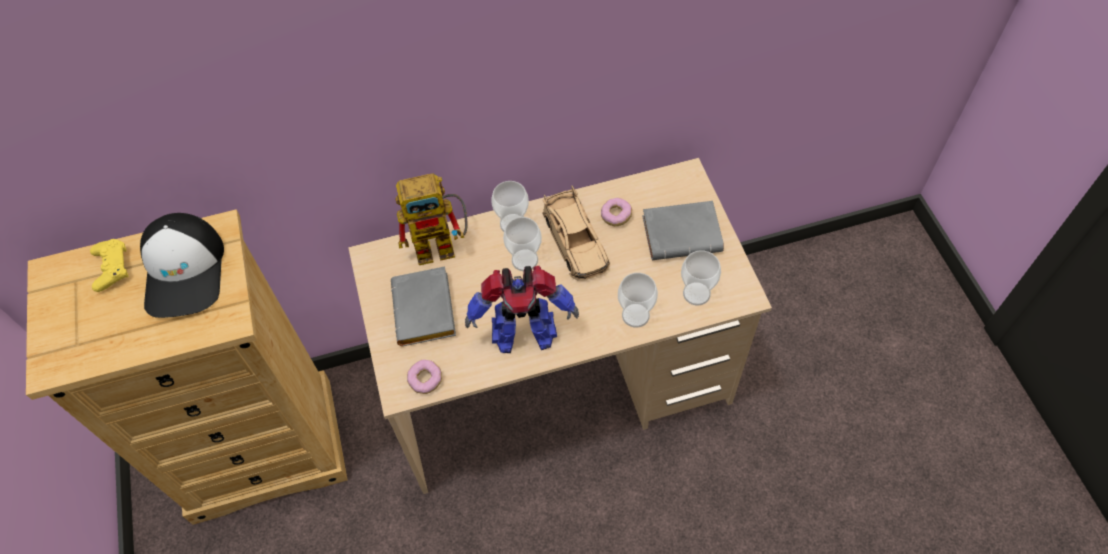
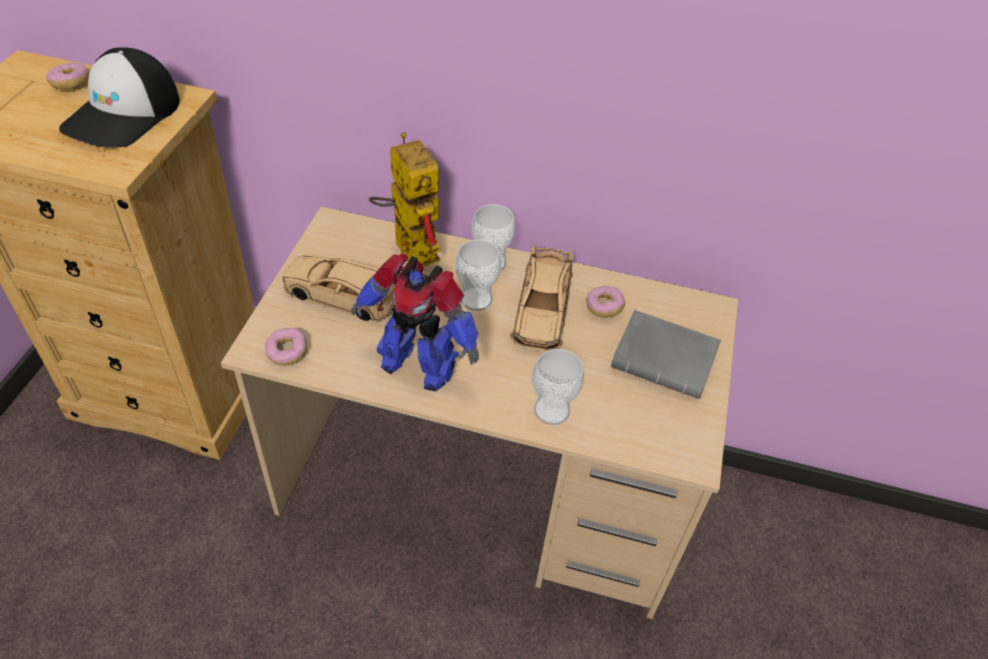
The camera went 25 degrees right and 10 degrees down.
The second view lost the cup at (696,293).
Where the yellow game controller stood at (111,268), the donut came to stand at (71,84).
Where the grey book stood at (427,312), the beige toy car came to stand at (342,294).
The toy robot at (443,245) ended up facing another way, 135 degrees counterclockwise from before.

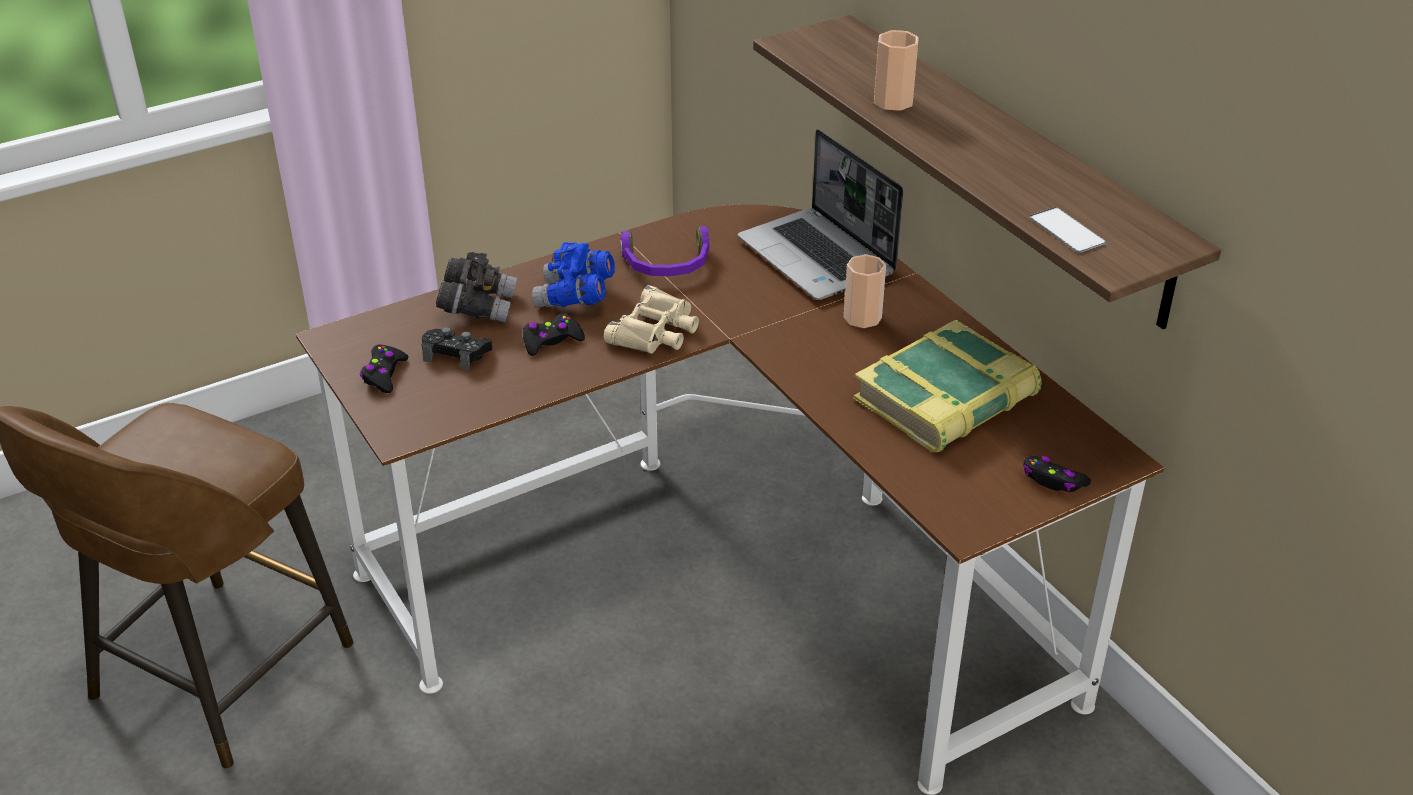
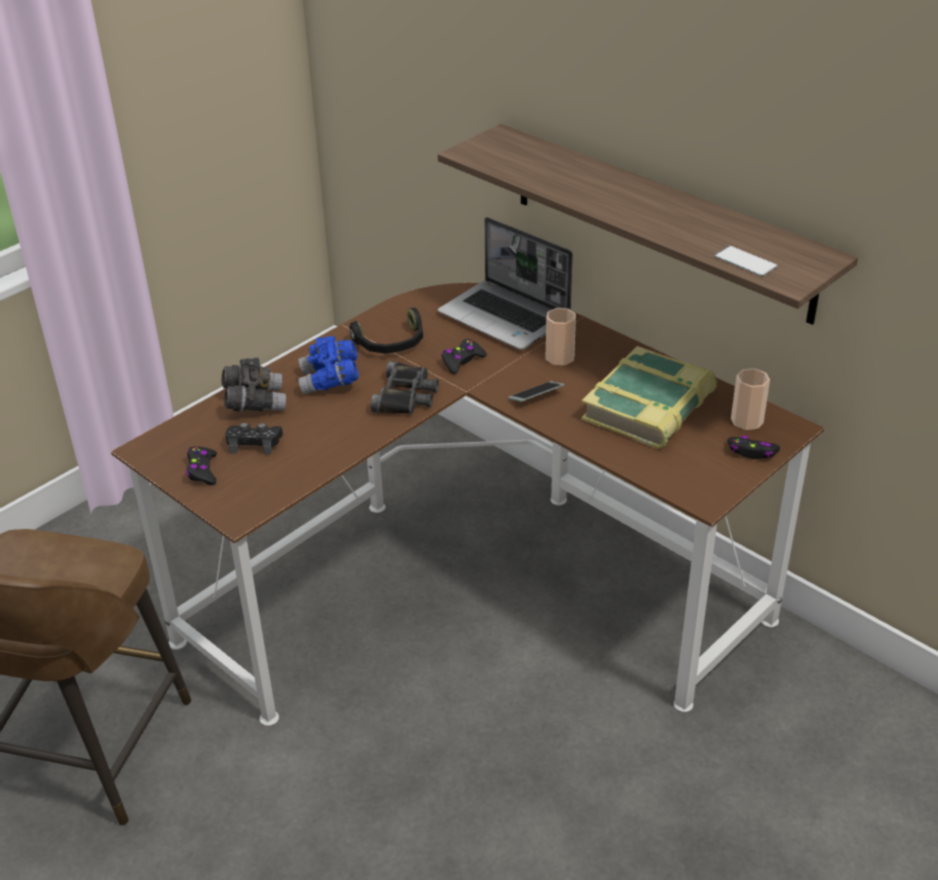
The camera went 15 degrees left and 0 degrees up.
The second view gained the phone at (536,396).
The black game controller ended up elsewhere, having gone from (551,341) to (462,361).
The cup ended up elsewhere, having gone from (893,101) to (747,420).
What was the beige binoculars at (656,331) turned into the black binoculars at (406,396).
What was the purple headphones at (667,265) turned into the black headphones at (391,343).

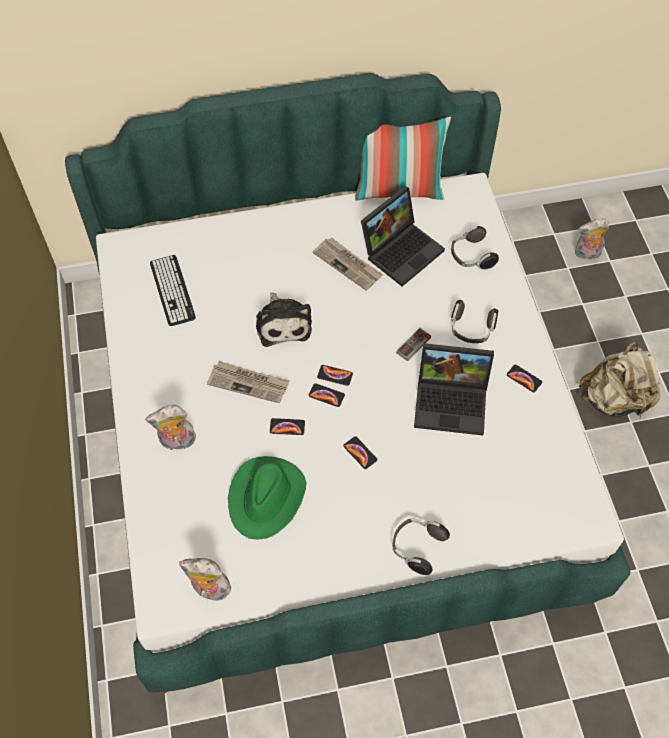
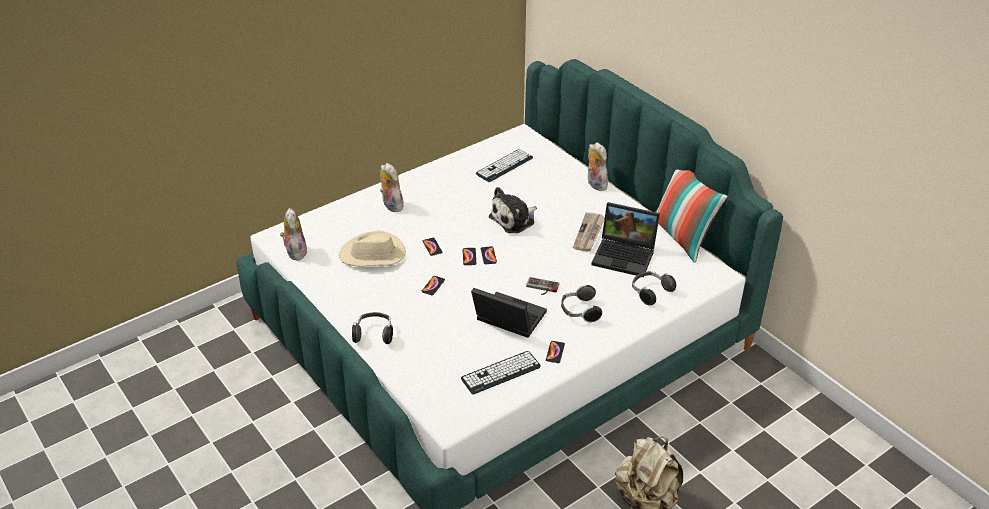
The camera went 65 degrees right and 20 degrees down.
The second view lost the newspaper at (249,383).
The second view gained the keyboard at (501,373).
The plush toy ended up elsewhere, having gone from (586,254) to (595,184).
What was the green hat at (266,498) turned into the beige hat at (373,255).
The laptop at (452,401) ended up facing another way, 135 degrees clockwise from before.

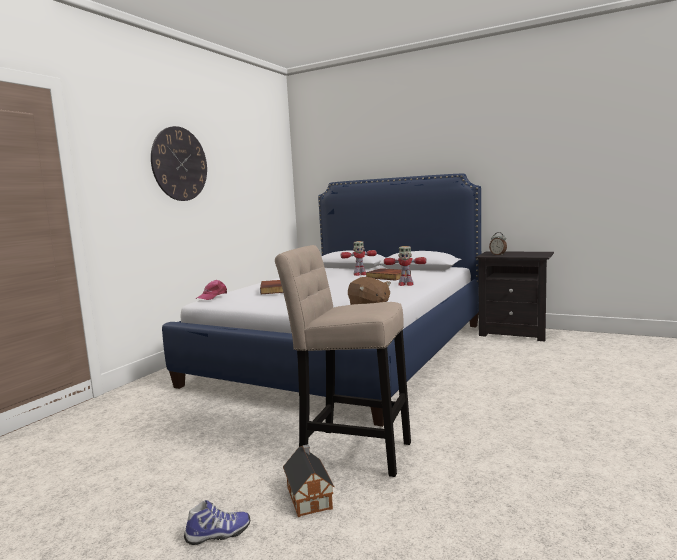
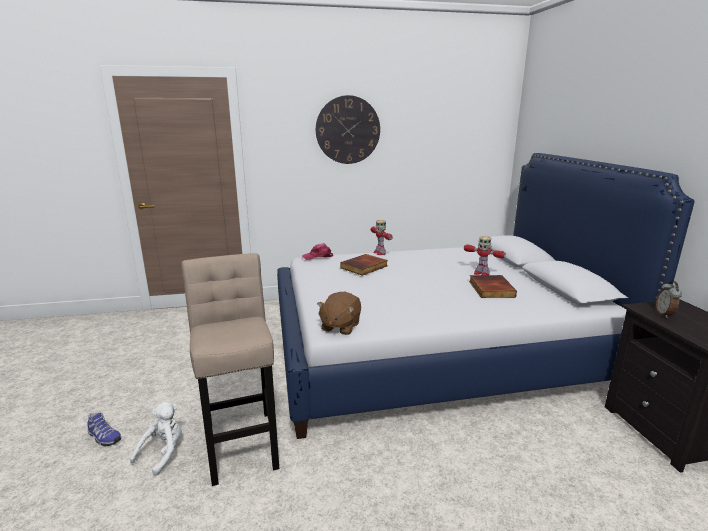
The camera went 50 degrees right and 10 degrees up.
The toy robot ended up elsewhere, having gone from (405,284) to (379,253).
Where the toy house stood at (309,496), the white plush toy came to stand at (163,453).

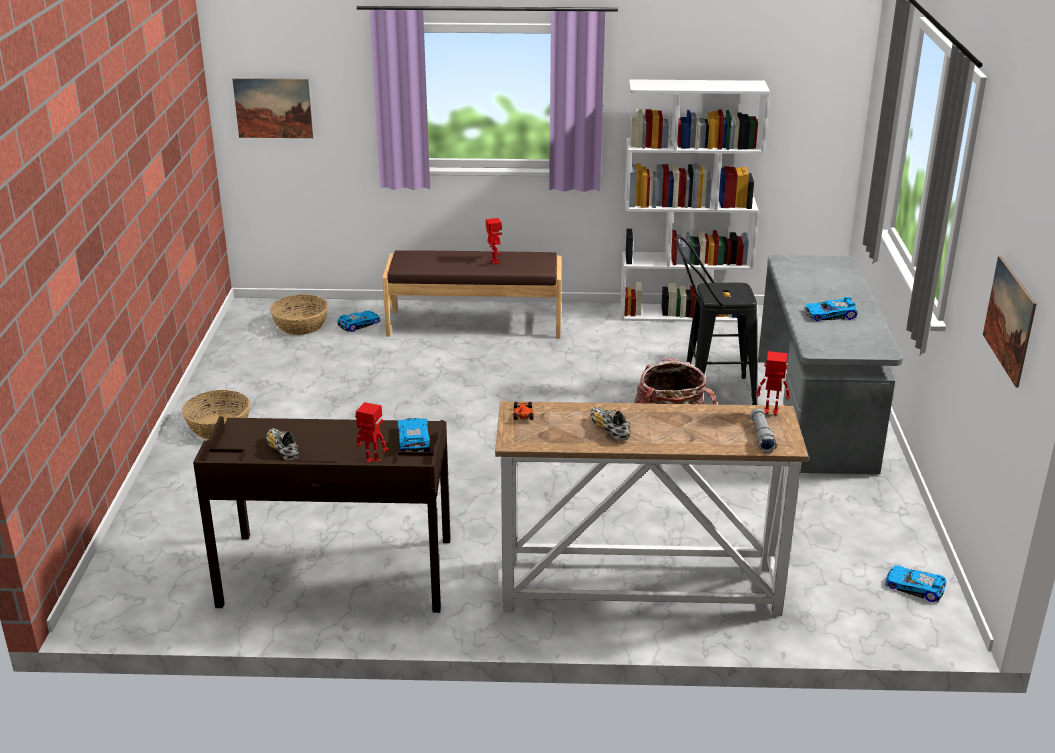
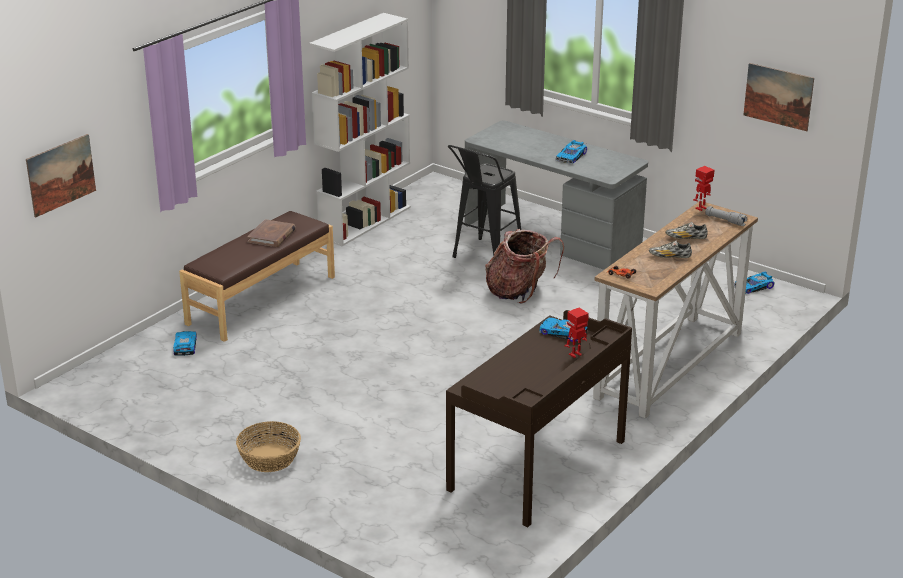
The camera went 55 degrees left and 0 degrees up.
The second view lost the basket at (300,325).
The shoe ended up elsewhere, having gone from (282,450) to (686,238).
Where the toy robot stood at (494,262), the brown book came to stand at (272,236).

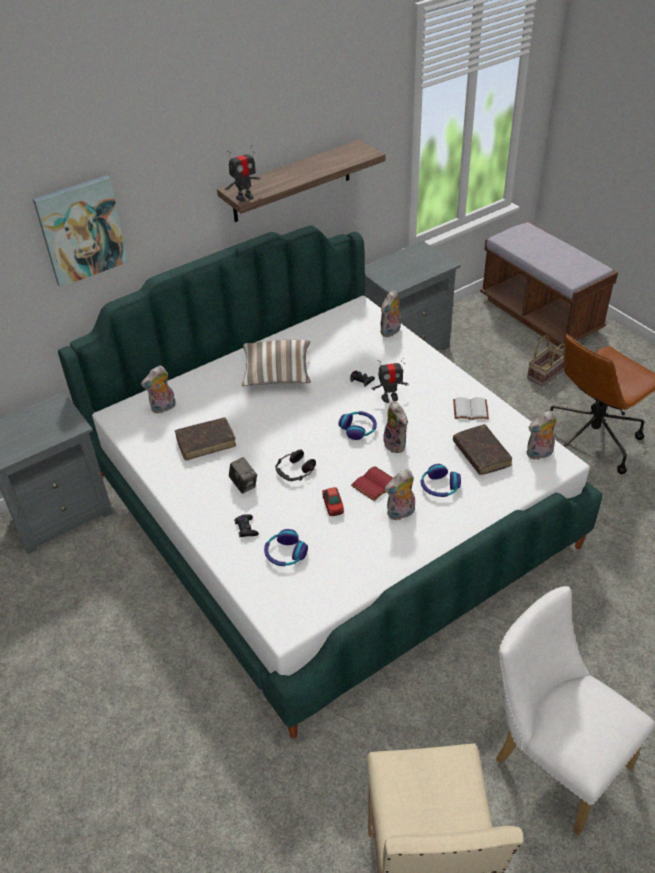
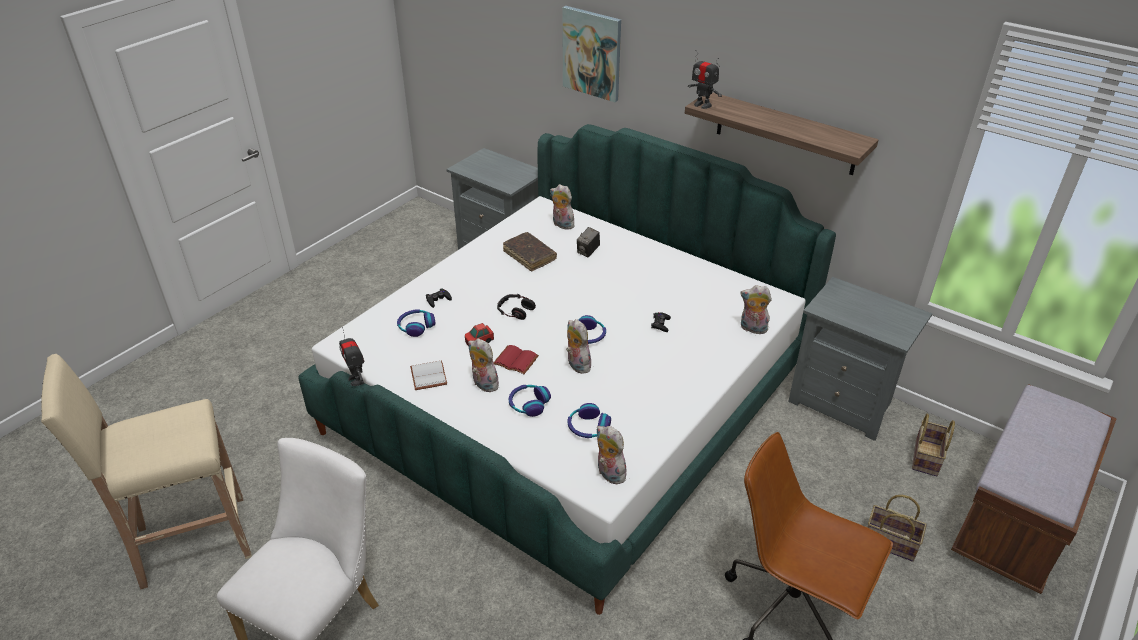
The camera went 70 degrees right and 5 degrees down.
The second view lost the pillow at (277,374).
The second view gained the basket at (927,458).
The photo camera ended up elsewhere, having gone from (244,484) to (588,252).
The toy robot ended up elsewhere, having gone from (390,398) to (357,379).
The white book ended up elsewhere, having gone from (470,410) to (427,376).
Where the brown book stood at (481,454), the headphones came to stand at (588,427).
The plush toy at (397,444) ended up facing another way, 105 degrees clockwise from before.

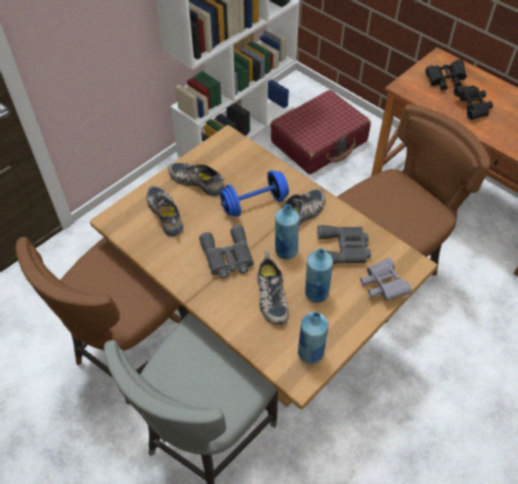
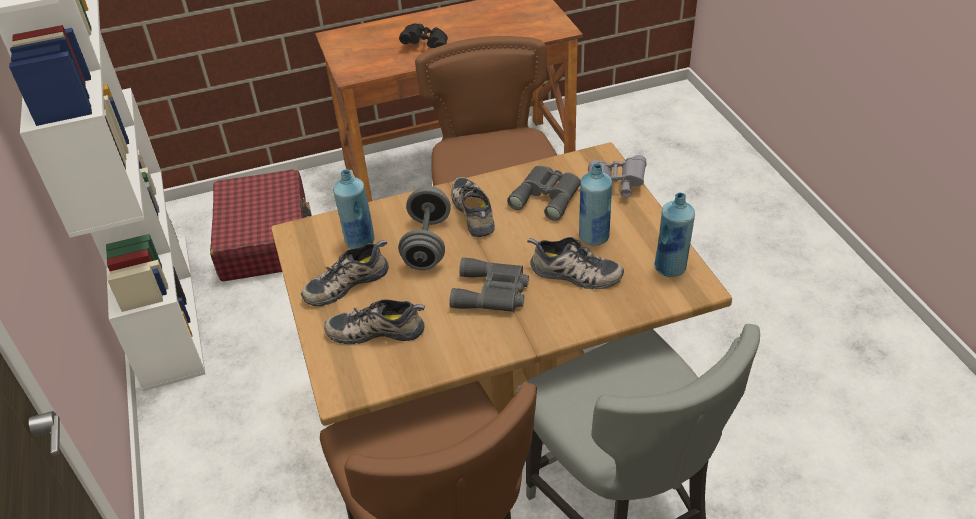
The camera went 60 degrees left and 10 degrees down.
The second view lost the black binoculars at (445,81).
The blue bottle ended up elsewhere, having gone from (285,251) to (359,242).
What was the blue dumbbell at (254,204) turned into the grey dumbbell at (427,243).

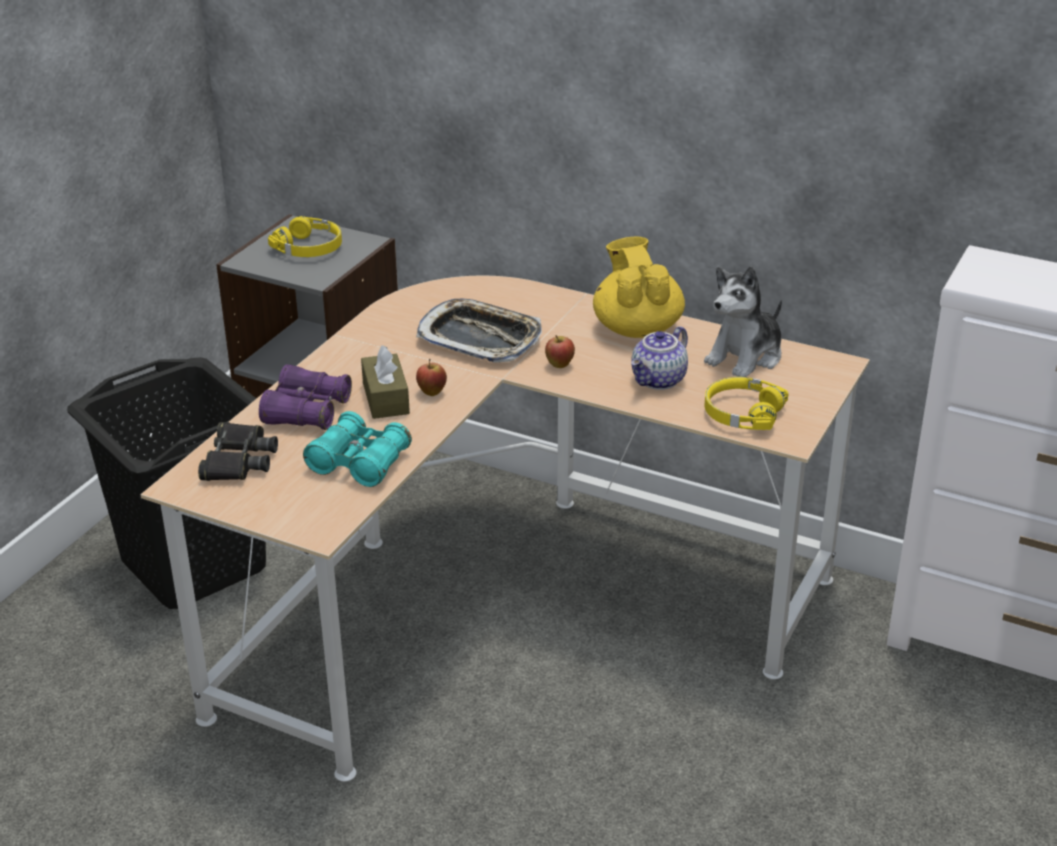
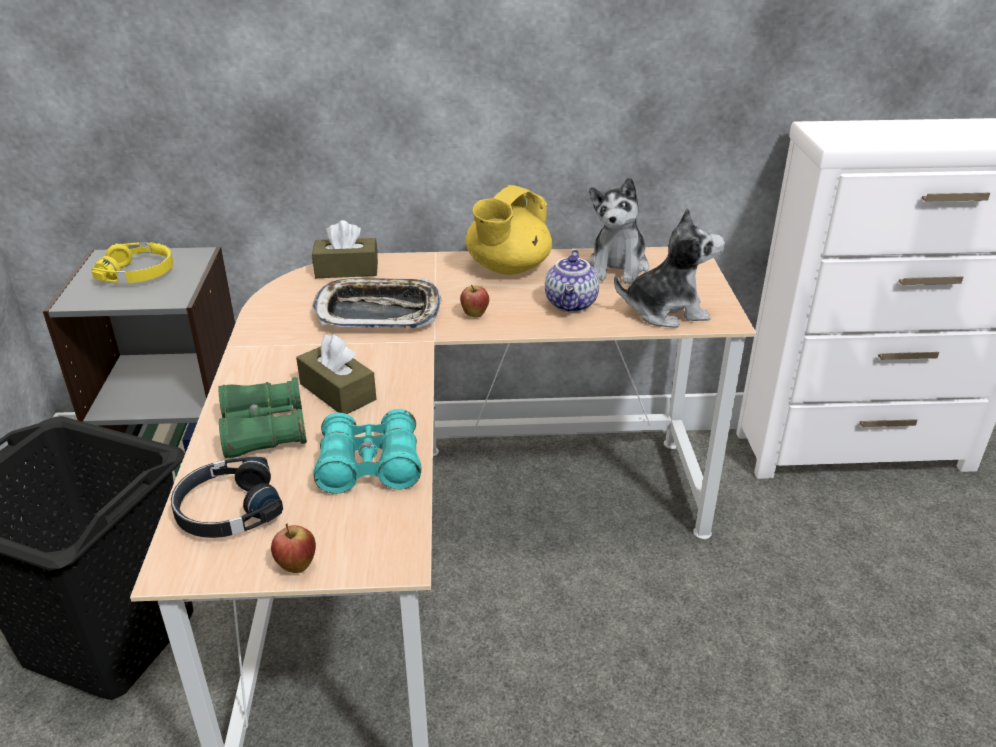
The camera went 30 degrees left and 0 degrees up.
The second view gained the brown tissue box at (346,270).
The apple ended up elsewhere, having gone from (431,393) to (296,566).
Where the black binoculars stood at (238,460), the black headphones came to stand at (227,510).
Where the yellow headphones stood at (742,413), the plush toy came to stand at (666,311).
What was the purple binoculars at (307,412) turned into the green binoculars at (264,431).
The yellow teapot at (637,328) ended up facing another way, 105 degrees counterclockwise from before.

